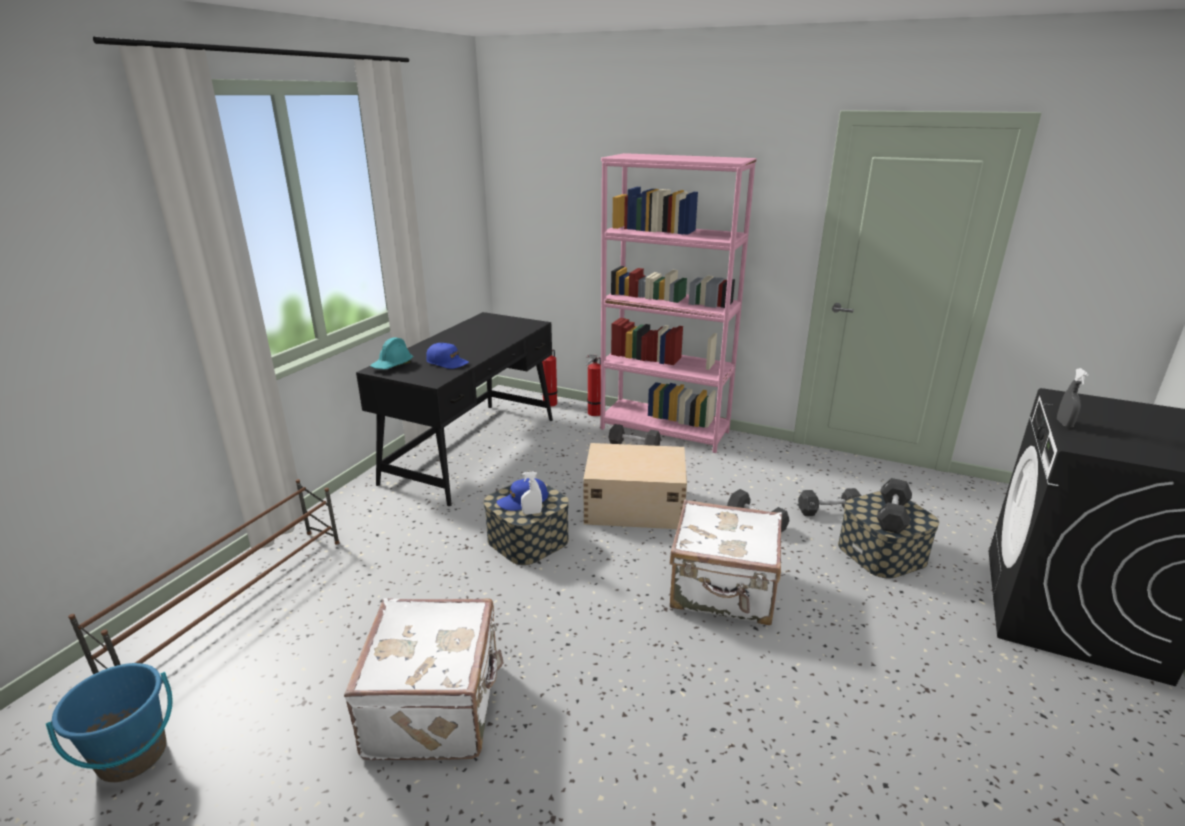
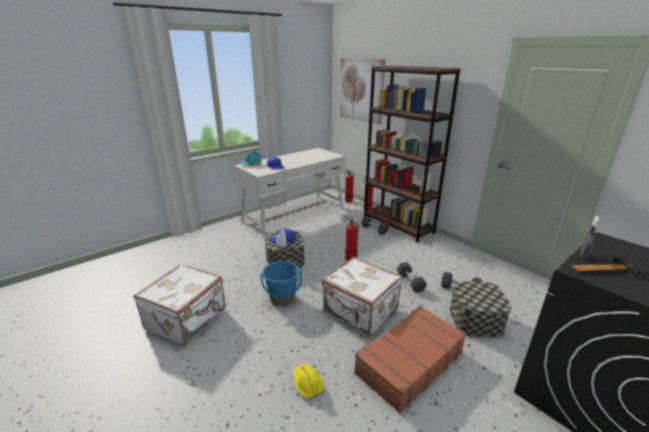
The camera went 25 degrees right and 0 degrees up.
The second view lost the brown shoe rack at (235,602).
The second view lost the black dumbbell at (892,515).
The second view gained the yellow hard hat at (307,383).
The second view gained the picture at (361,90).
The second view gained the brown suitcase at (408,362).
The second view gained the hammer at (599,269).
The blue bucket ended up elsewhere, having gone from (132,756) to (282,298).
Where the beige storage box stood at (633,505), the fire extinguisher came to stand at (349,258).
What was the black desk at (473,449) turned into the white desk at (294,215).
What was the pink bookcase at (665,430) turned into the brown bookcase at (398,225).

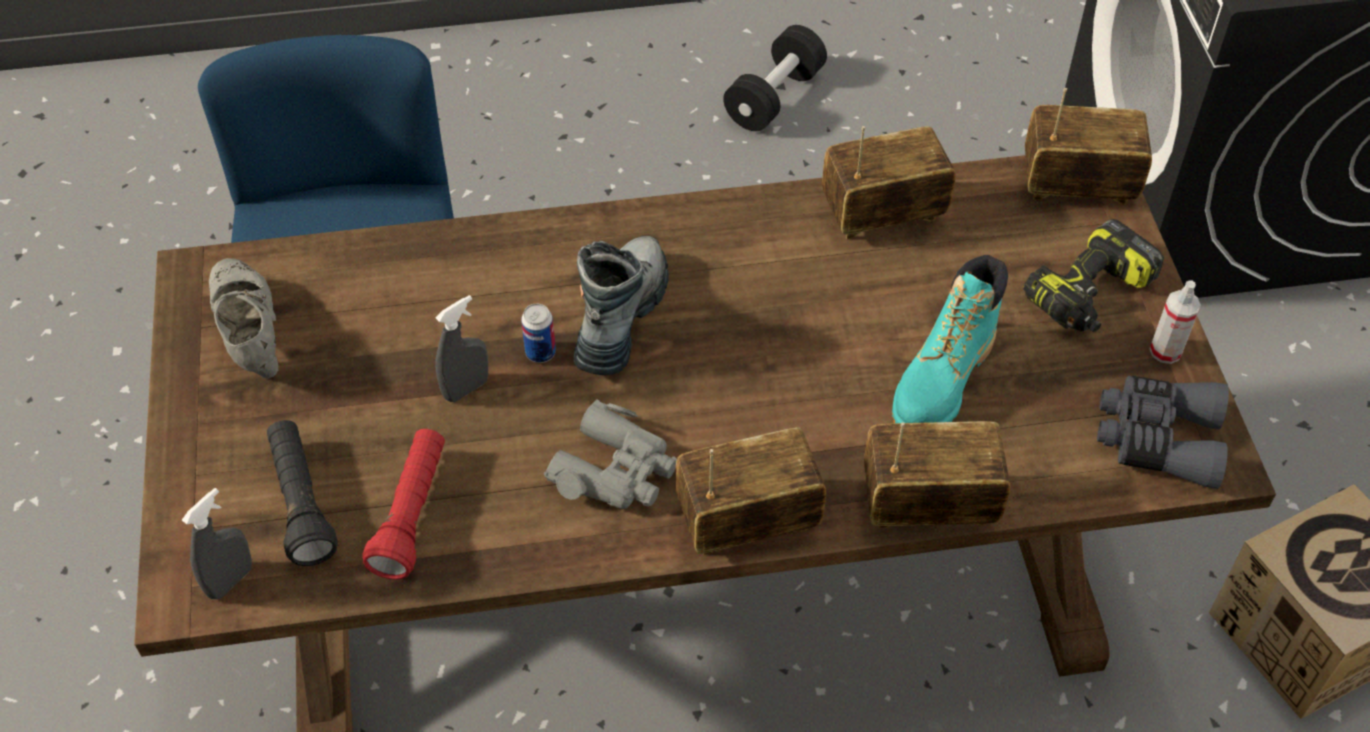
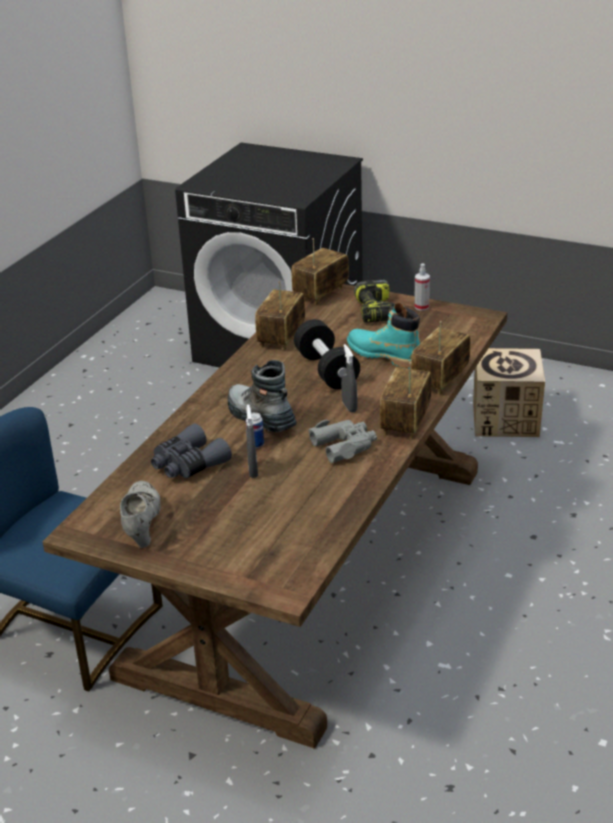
The camera went 55 degrees left and 20 degrees down.
The second view lost the black flashlight at (301,503).
The second view lost the red flashlight at (411,514).
The grey spray bottle ended up elsewhere, having gone from (230,581) to (349,407).
The black dumbbell ended up elsewhere, having gone from (774,97) to (326,370).
The grey binoculars ended up elsewhere, having gone from (1157,439) to (188,464).
The grey shoe at (250,335) ended up facing another way, 75 degrees clockwise from before.
The turquoise boot at (942,381) ended up facing another way, 150 degrees clockwise from before.

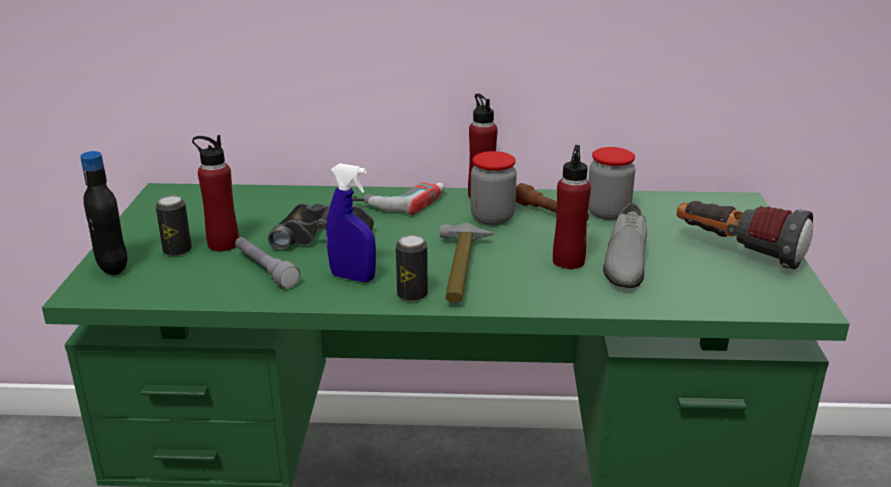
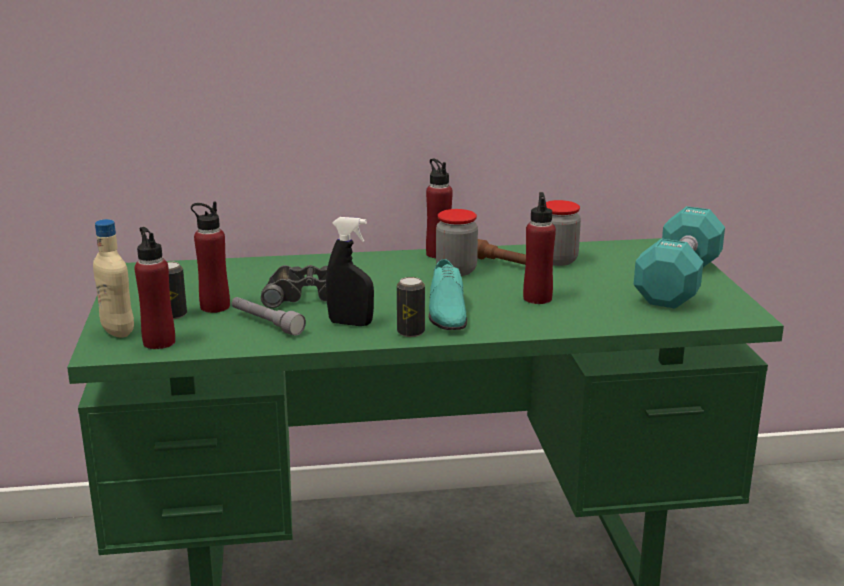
The camera went 10 degrees left and 5 degrees down.
The second view lost the power drill at (394,200).
The second view lost the grey shoe at (624,261).
The second view gained the red bottle at (159,342).
Where the hammer stood at (461,270), the turquoise shoe came to stand at (446,311).
Where the flashlight stood at (737,252), the turquoise dumbbell came to stand at (678,282).
What was the black bottle at (113,267) turned into the beige bottle at (118,331).
What was the blue spray bottle at (352,277) turned into the black spray bottle at (350,323).

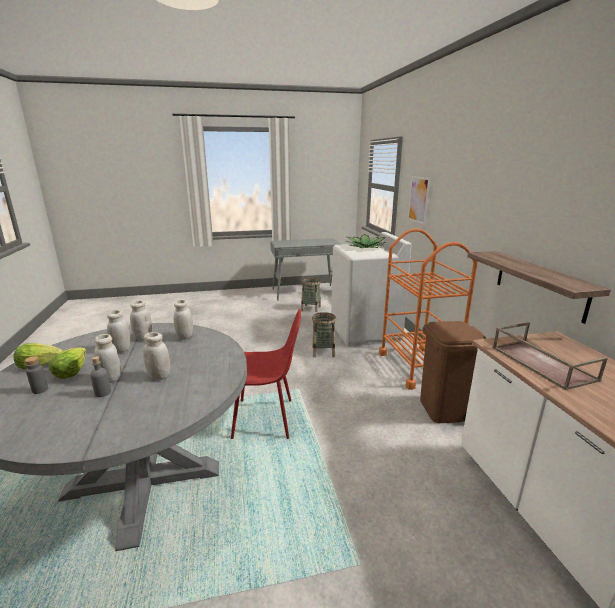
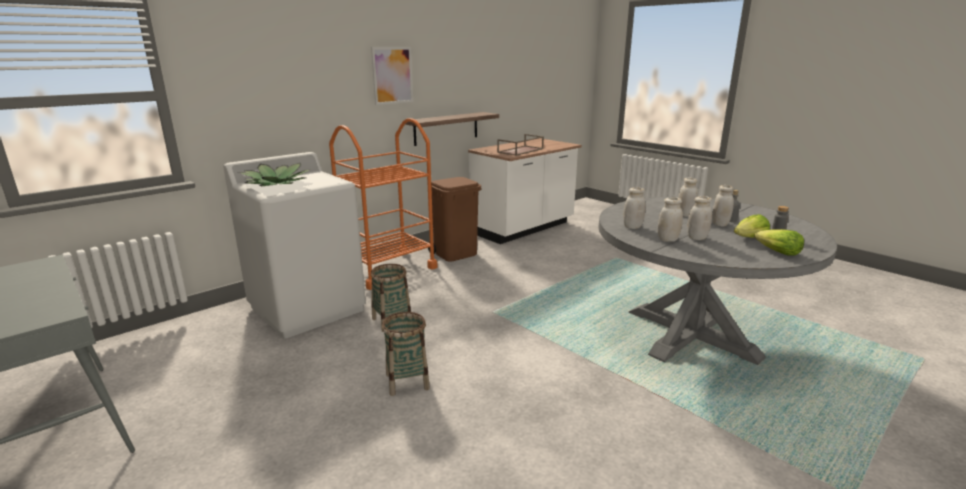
The camera went 120 degrees left and 0 degrees up.
The second view lost the red chair at (265,418).
The basket ended up elsewhere, having gone from (311,308) to (407,381).
The picture ended up elsewhere, having gone from (418,200) to (392,75).

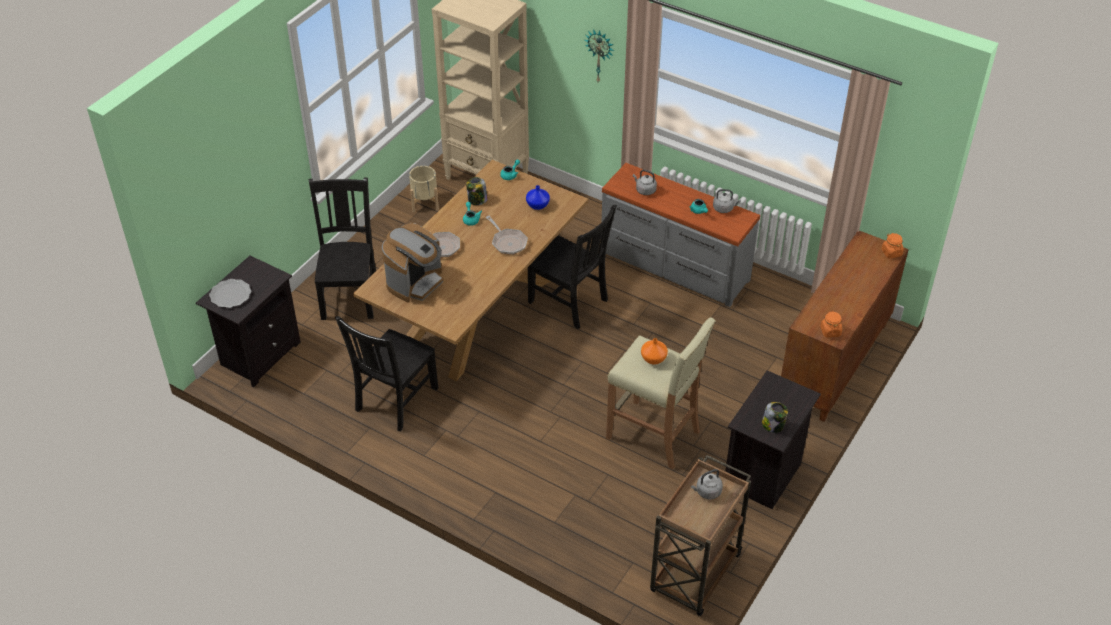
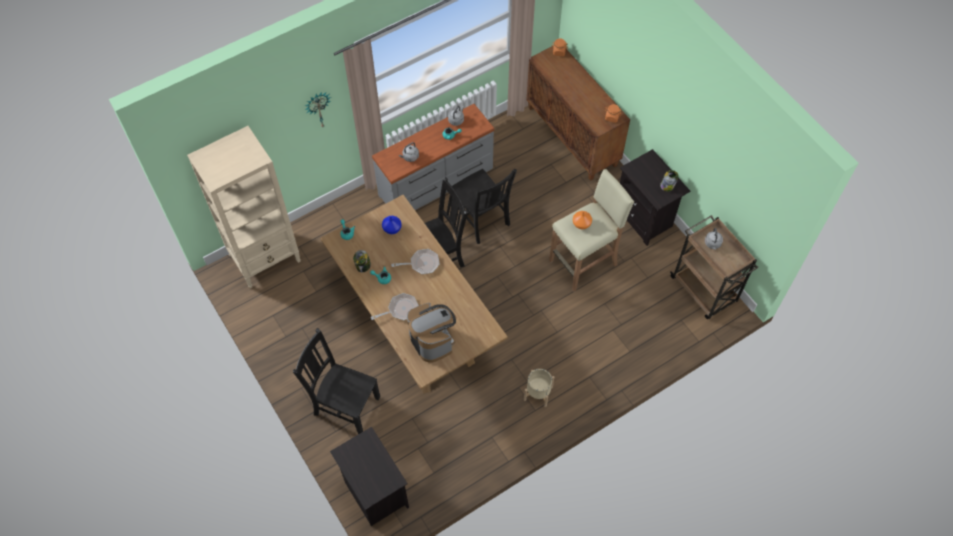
The camera went 65 degrees left and 15 degrees up.
The second view lost the plate at (230,295).
The black chair ended up elsewhere, having gone from (395,401) to (481,219).
The beige planter ended up elsewhere, having gone from (424,203) to (538,393).

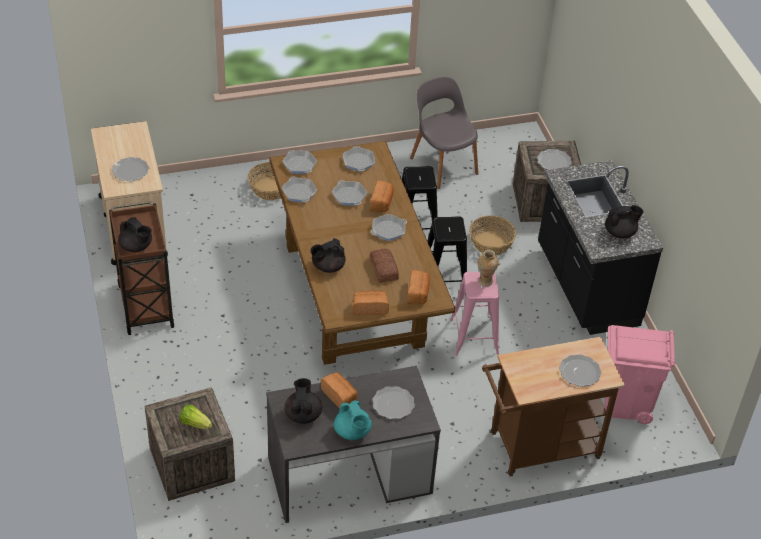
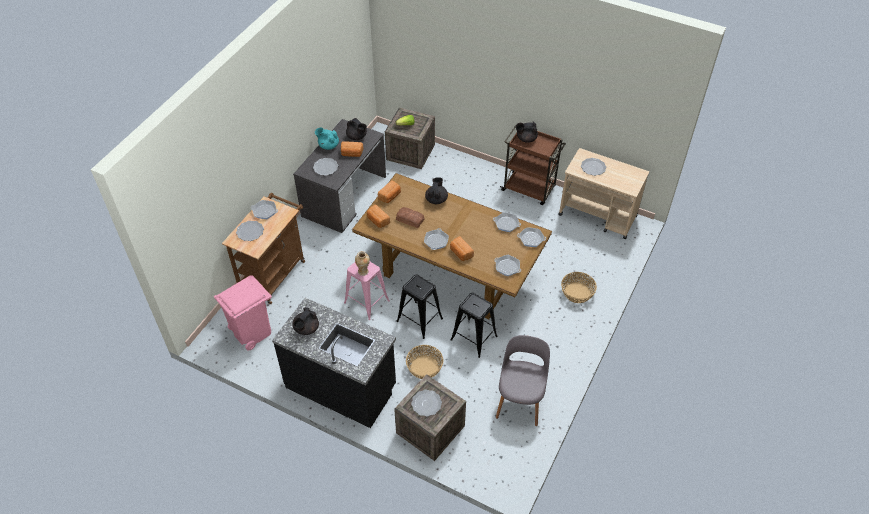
The camera went 135 degrees right and 5 degrees up.
The frying pan ended up elsewhere, having gone from (349,196) to (264,211).
The grey chair at (443,164) ended up facing another way, 90 degrees counterclockwise from before.

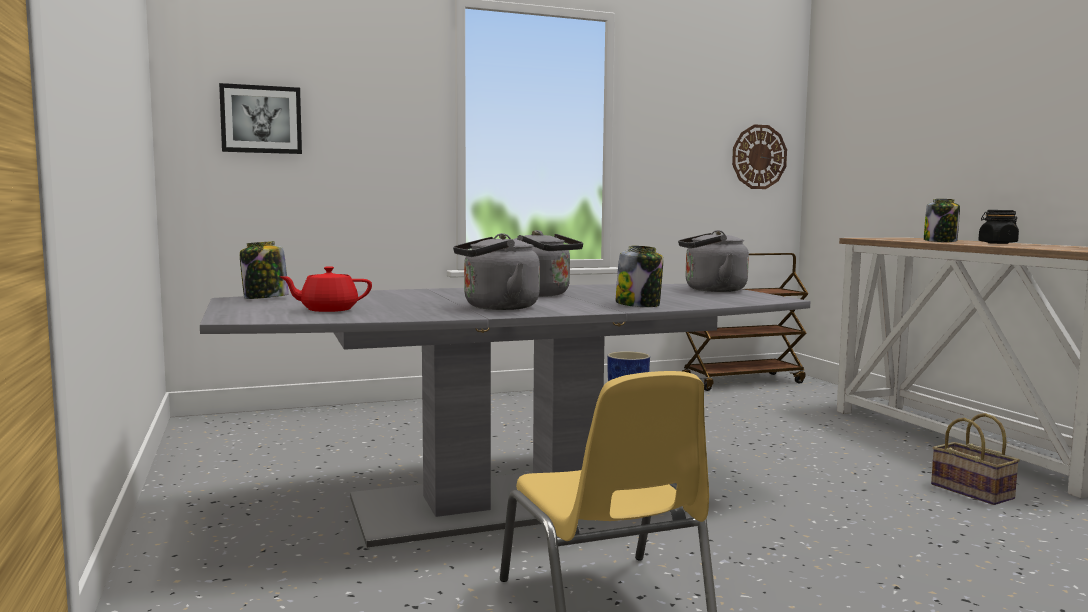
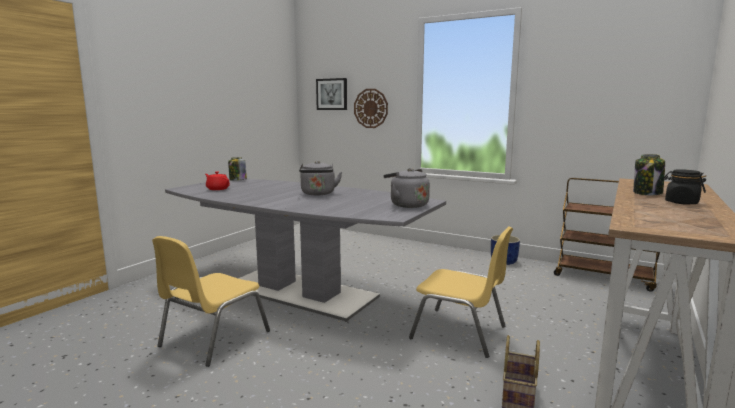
The camera went 50 degrees right and 5 degrees up.
The second view lost the grey kettle at (496,307).
The second view lost the jar at (638,305).
The second view gained the yellow chair at (460,333).
The wall clock ended up elsewhere, having gone from (759,157) to (371,108).

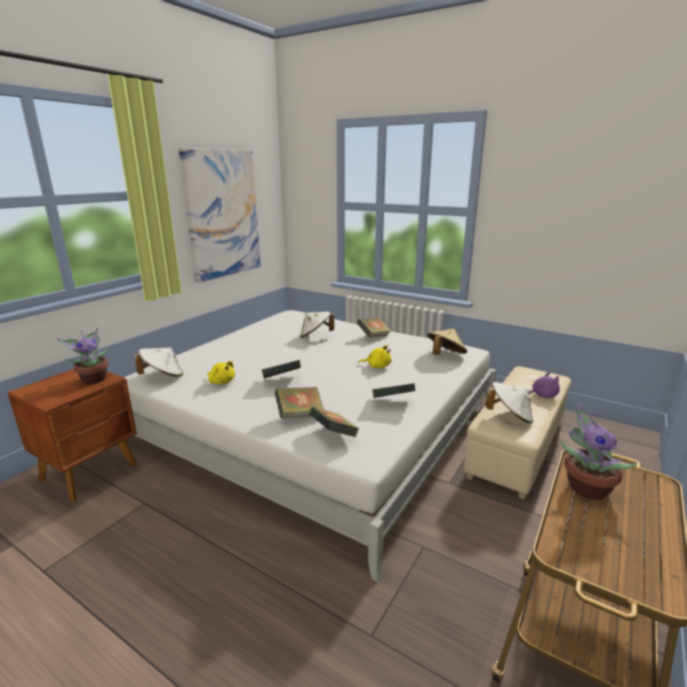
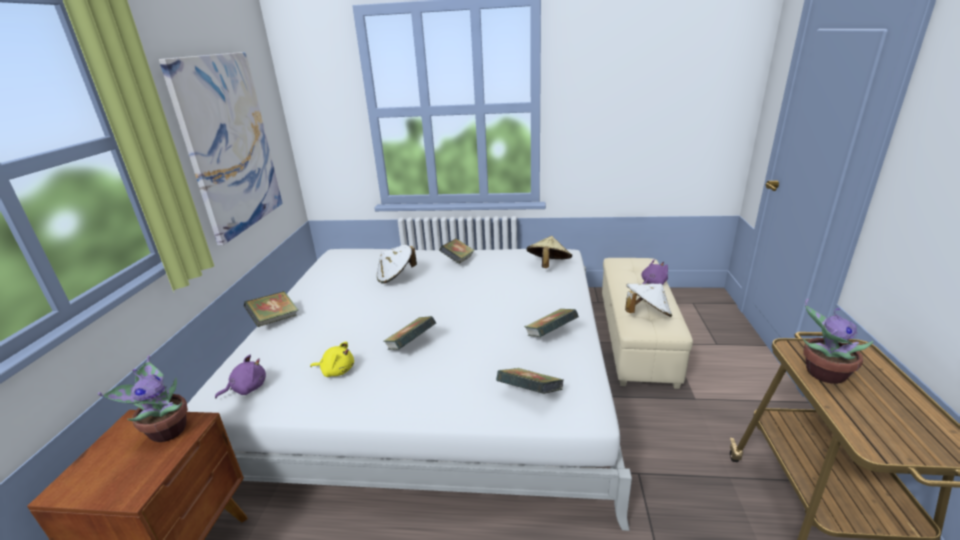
The camera went 25 degrees left and 5 degrees up.
The second view lost the yellow plush toy at (377,366).
The book ended up elsewhere, having gone from (300,415) to (275,320).
Where the white hat stood at (163,376), the purple plush toy came to stand at (247,388).

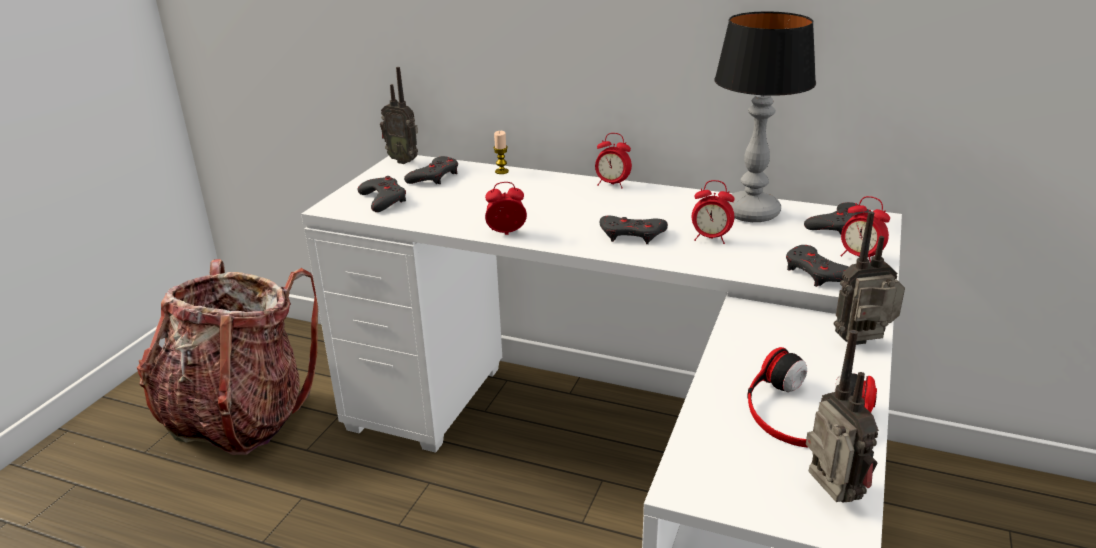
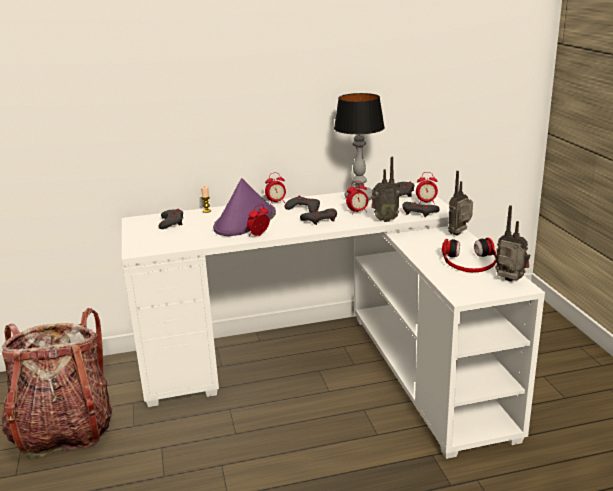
The camera went 35 degrees left and 5 degrees down.
The second view gained the purple hat at (245,221).
The grey game controller ended up elsewhere, having gone from (383,199) to (304,208).
The radio ended up elsewhere, having gone from (404,160) to (384,220).

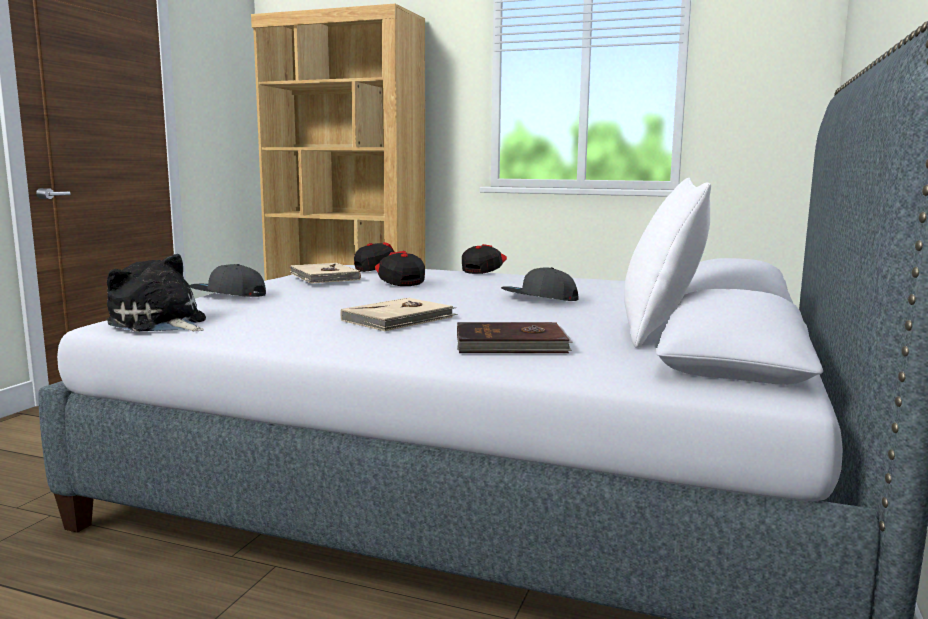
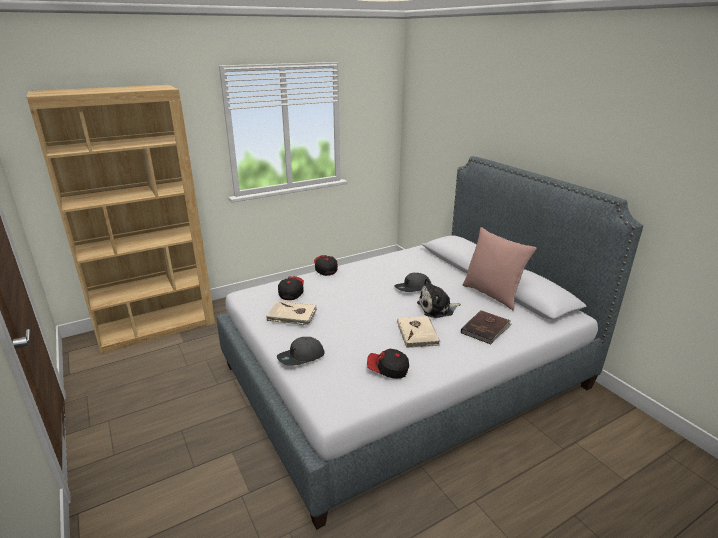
The camera went 50 degrees left and 15 degrees up.
The plush toy ended up elsewhere, having gone from (160,323) to (437,309).
The cap ended up elsewhere, having gone from (399,282) to (387,370).
What was the white pillow at (660,332) turned into the pink pillow at (492,294).

